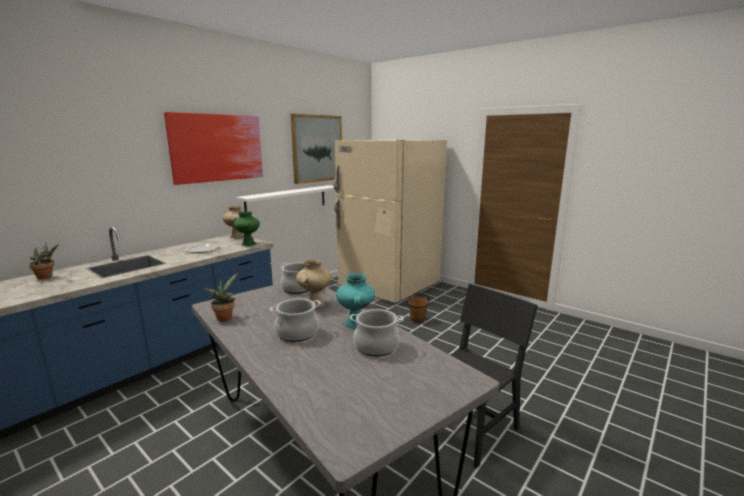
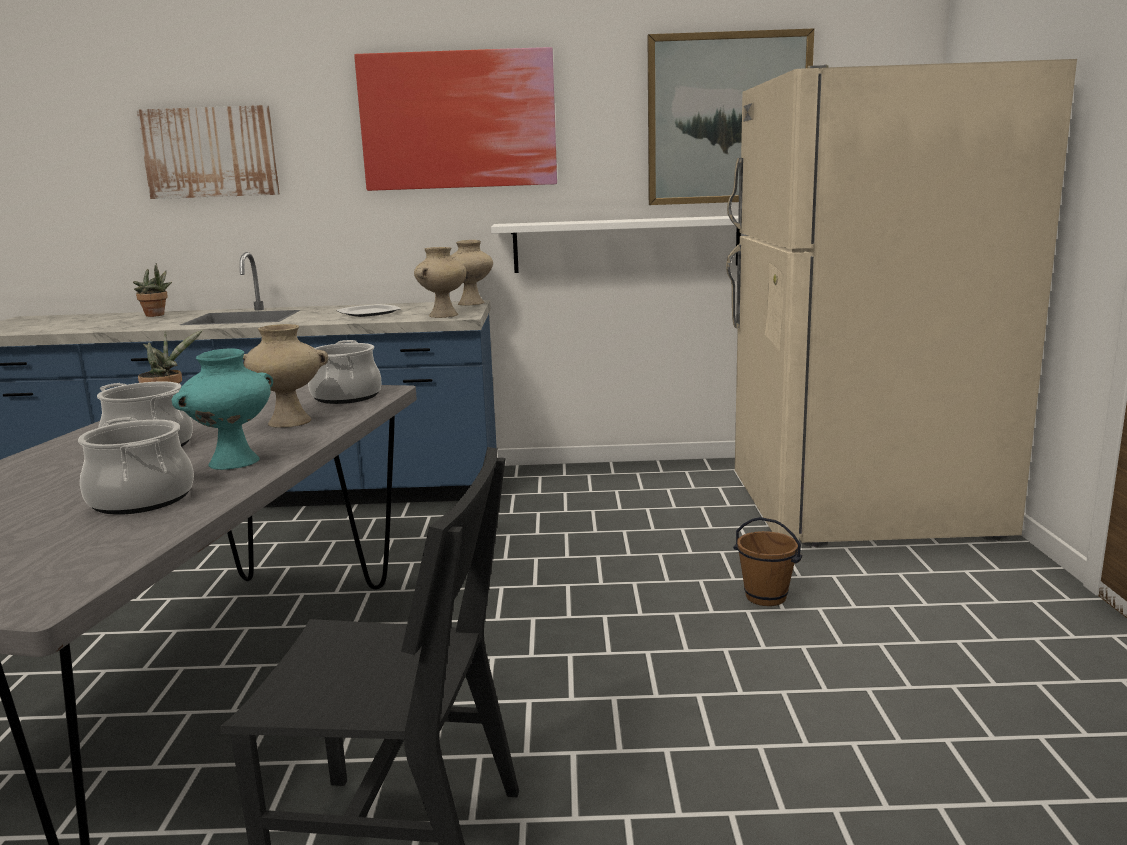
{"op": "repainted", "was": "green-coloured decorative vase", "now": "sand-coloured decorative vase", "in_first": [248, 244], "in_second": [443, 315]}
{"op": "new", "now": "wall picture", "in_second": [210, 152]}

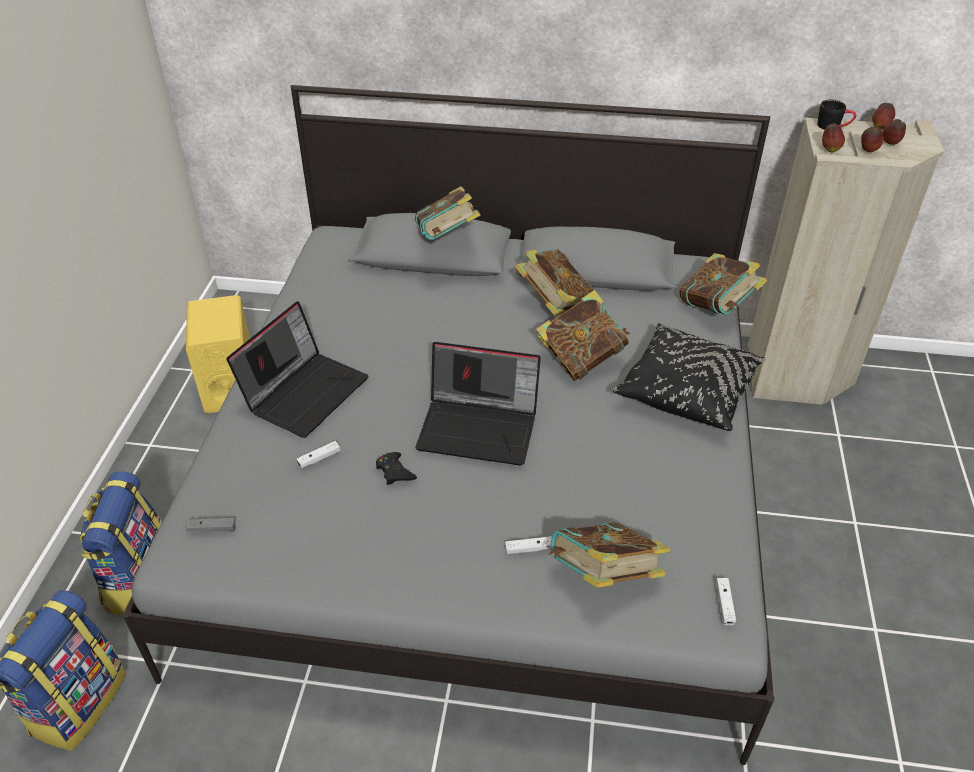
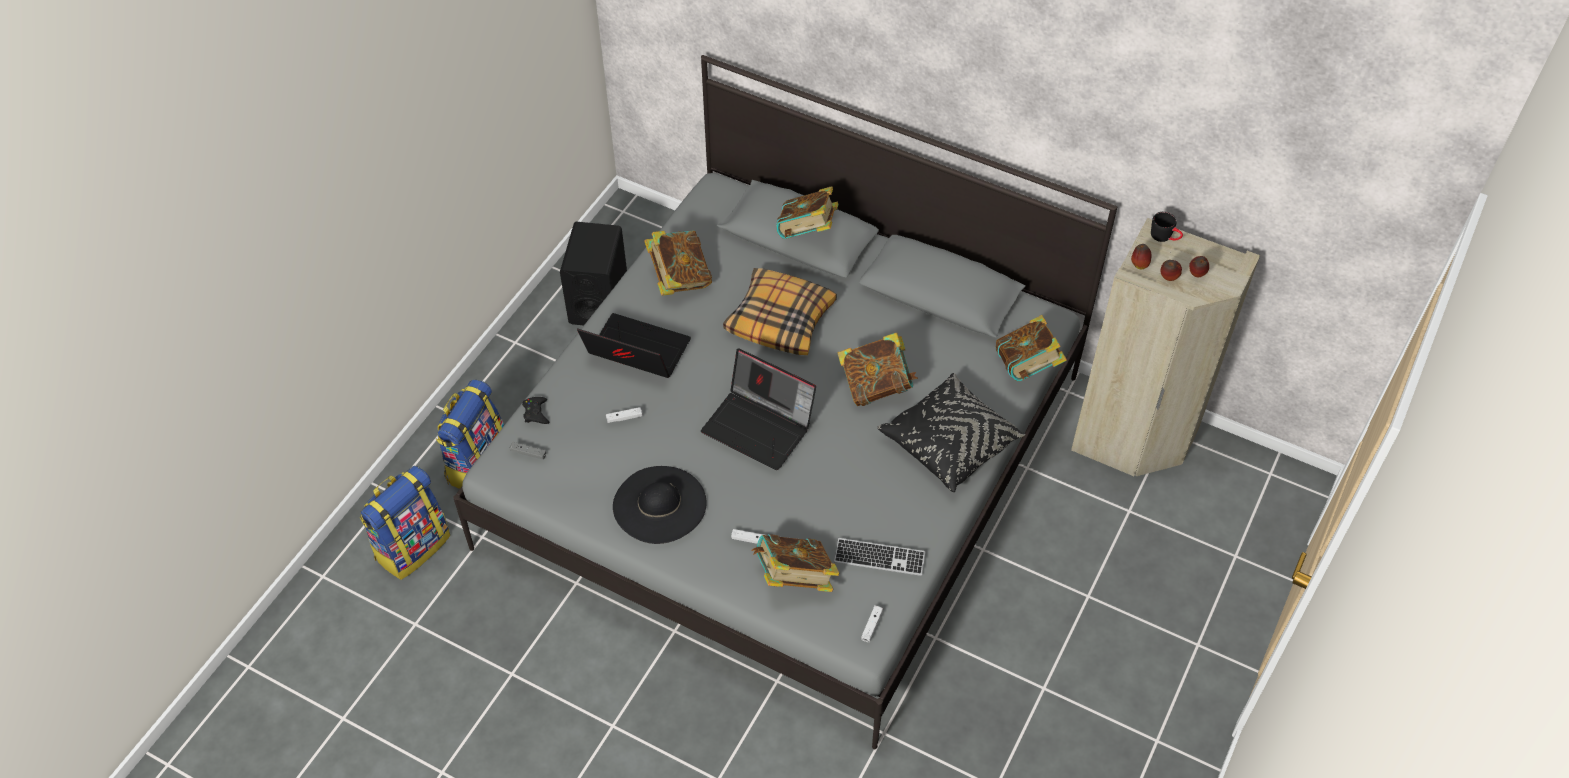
{"op": "repainted", "was": "yellow-coloured audio speaker", "now": "black audio speaker", "in_first": [230, 386], "in_second": [598, 301]}
{"op": "rotated", "was": "laptop", "in_first": [305, 392], "in_second": [635, 353], "clockwise": -120}
{"op": "shifted", "was": "black joypad", "in_first": [395, 472], "in_second": [536, 413]}
{"op": "shifted", "was": "volume", "in_first": [554, 303], "in_second": [679, 278]}
{"op": "gone", "was": "apple", "in_first": [880, 128]}
{"op": "new", "now": "black wearable hat", "in_second": [659, 504]}
{"op": "new", "now": "throw pillow", "in_second": [780, 319]}
{"op": "new", "now": "computer keyboard", "in_second": [879, 558]}

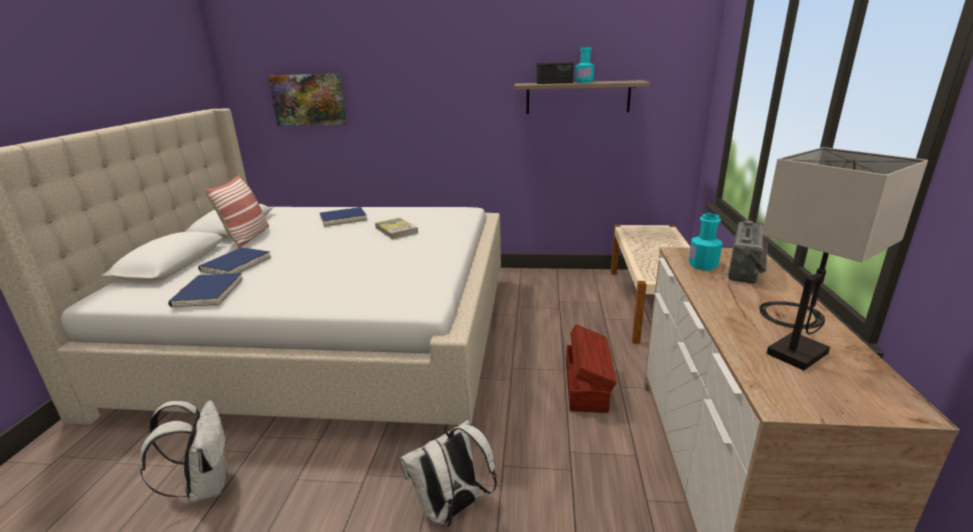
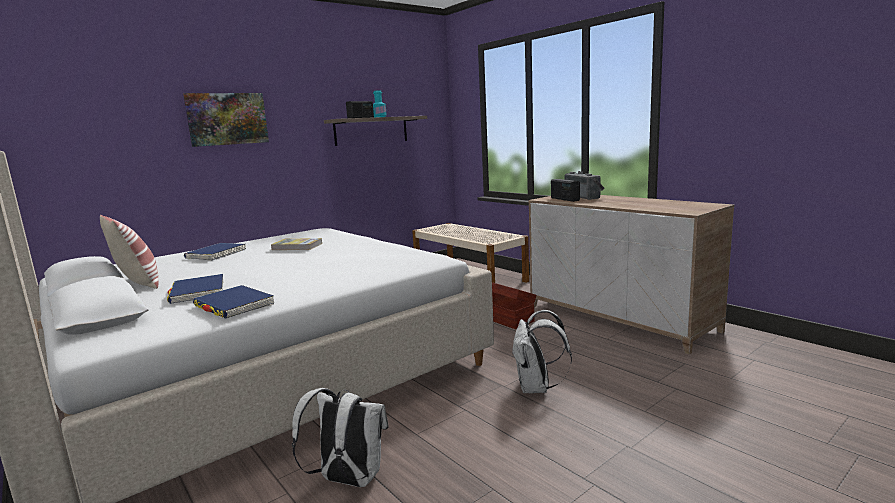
{"op": "shifted", "was": "wall picture", "in_first": [308, 100], "in_second": [227, 119]}
{"op": "swapped", "was": "turquoise-coloured bottle", "now": "radio receiver", "in_first": [703, 265], "in_second": [564, 199]}
{"op": "gone", "was": "lamp for a table", "in_first": [797, 336]}

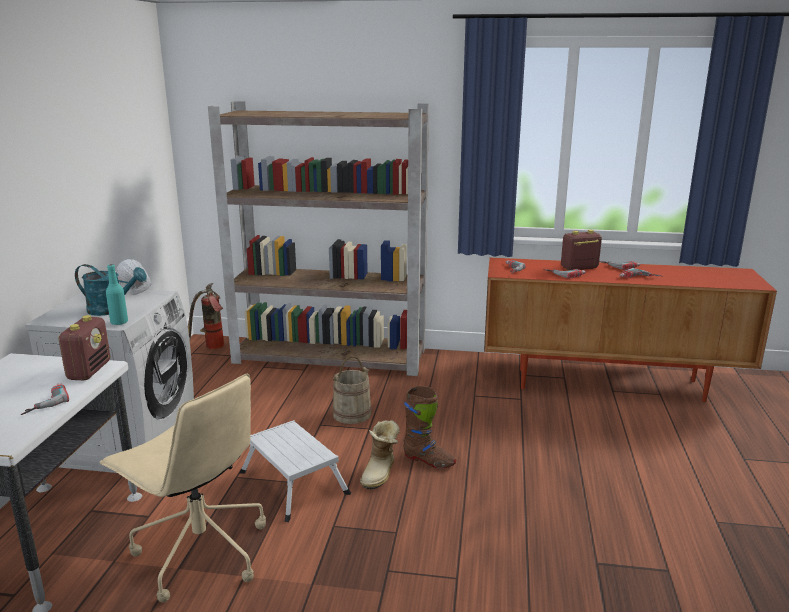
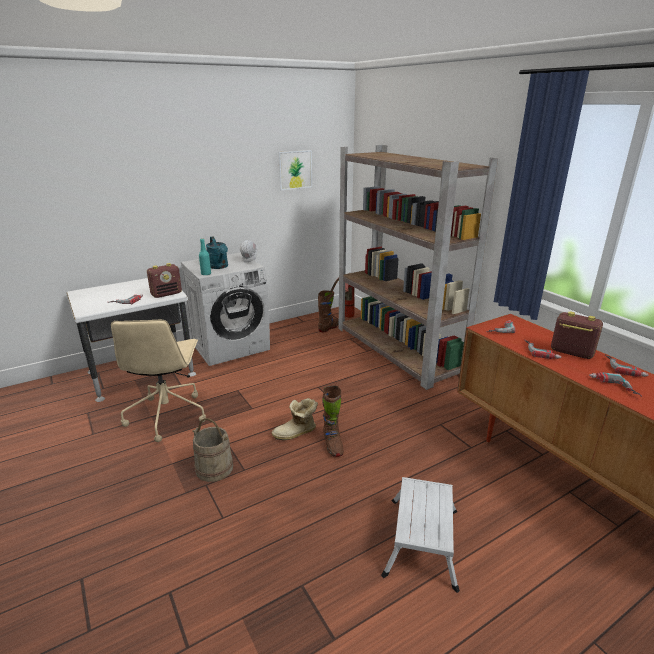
{"op": "shifted", "was": "whitish step stool", "in_first": [294, 483], "in_second": [421, 542]}
{"op": "shifted", "was": "sand-coloured pail", "in_first": [352, 413], "in_second": [214, 468]}
{"op": "new", "now": "wall picture", "in_second": [295, 170]}
{"op": "new", "now": "brownish boot", "in_second": [329, 328]}

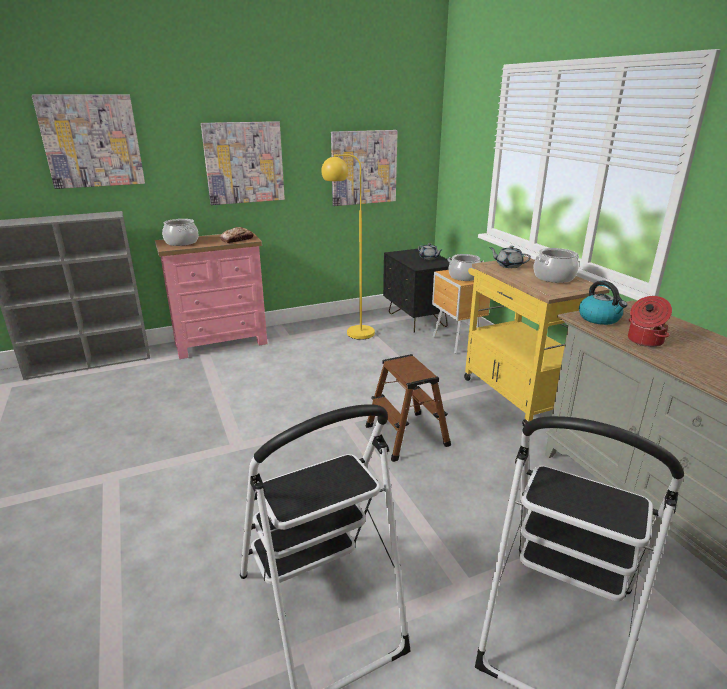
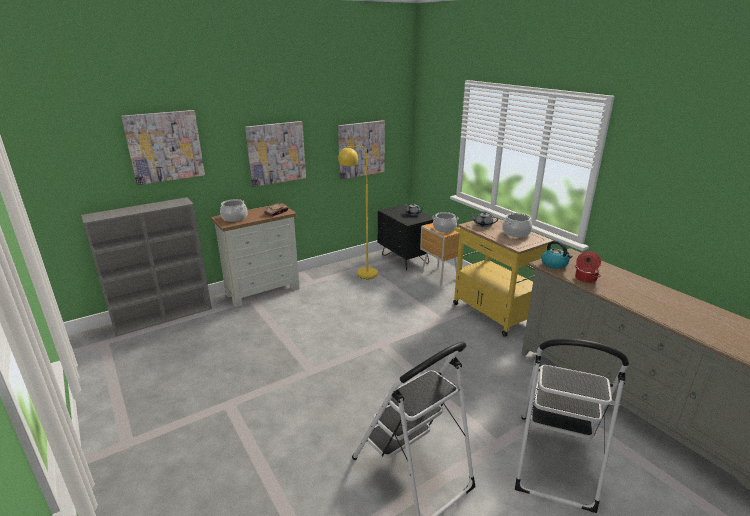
{"op": "repainted", "was": "pink-coloured chest of drawers", "now": "whitish chest of drawers", "in_first": [221, 344], "in_second": [263, 291]}
{"op": "gone", "was": "brownish step stool", "in_first": [407, 435]}

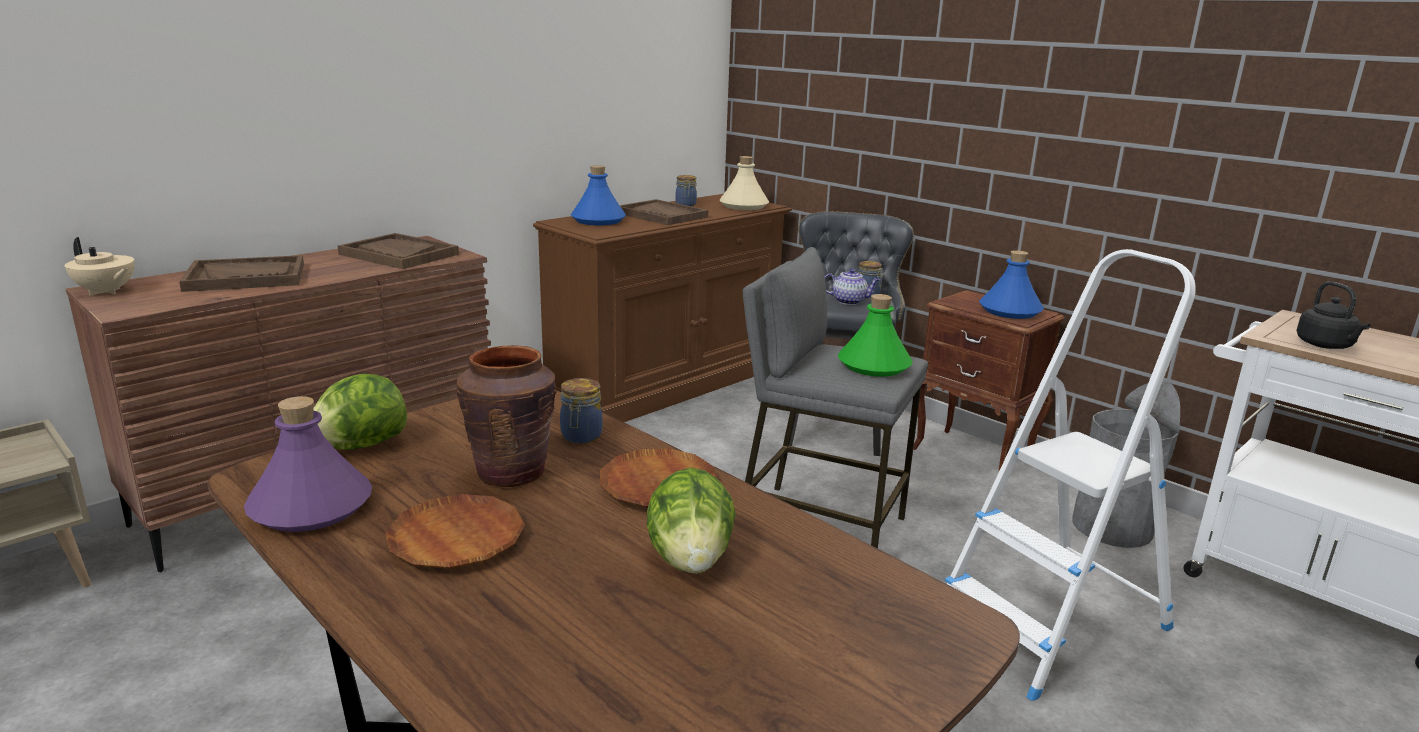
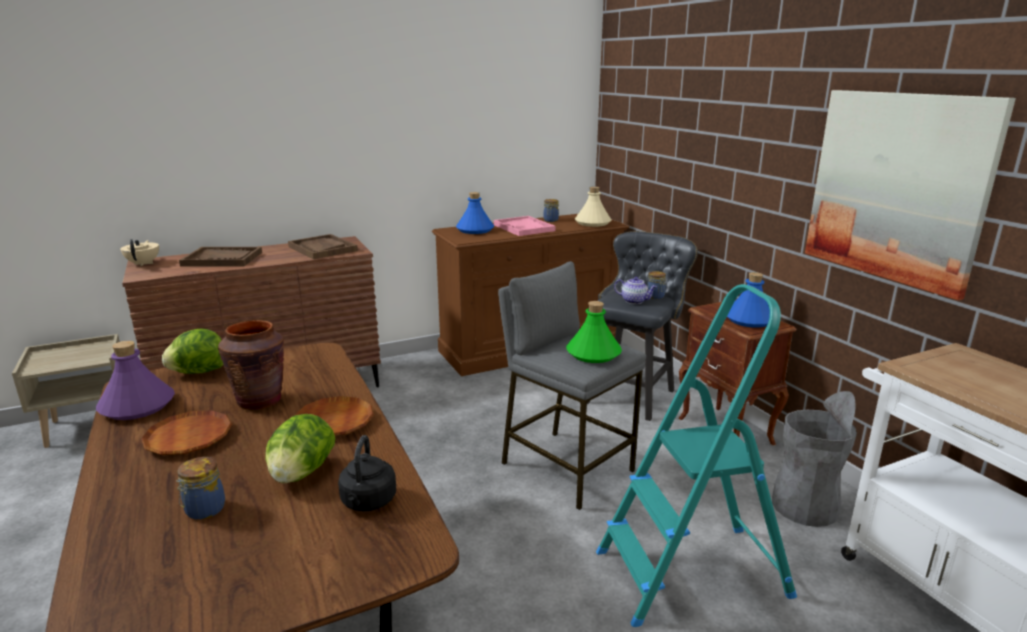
{"op": "rotated", "was": "sand-coloured teapot", "in_first": [106, 292], "in_second": [144, 263], "clockwise": -150}
{"op": "shifted", "was": "jar", "in_first": [580, 437], "in_second": [204, 510]}
{"op": "repainted", "was": "brownish tray", "now": "pink-coloured tray", "in_first": [662, 215], "in_second": [524, 228]}
{"op": "repainted", "was": "whitish step stool", "now": "turquoise-coloured step stool", "in_first": [1049, 625], "in_second": [689, 573]}
{"op": "shifted", "was": "black kettle", "in_first": [1326, 346], "in_second": [368, 502]}
{"op": "new", "now": "wall picture", "in_second": [897, 187]}

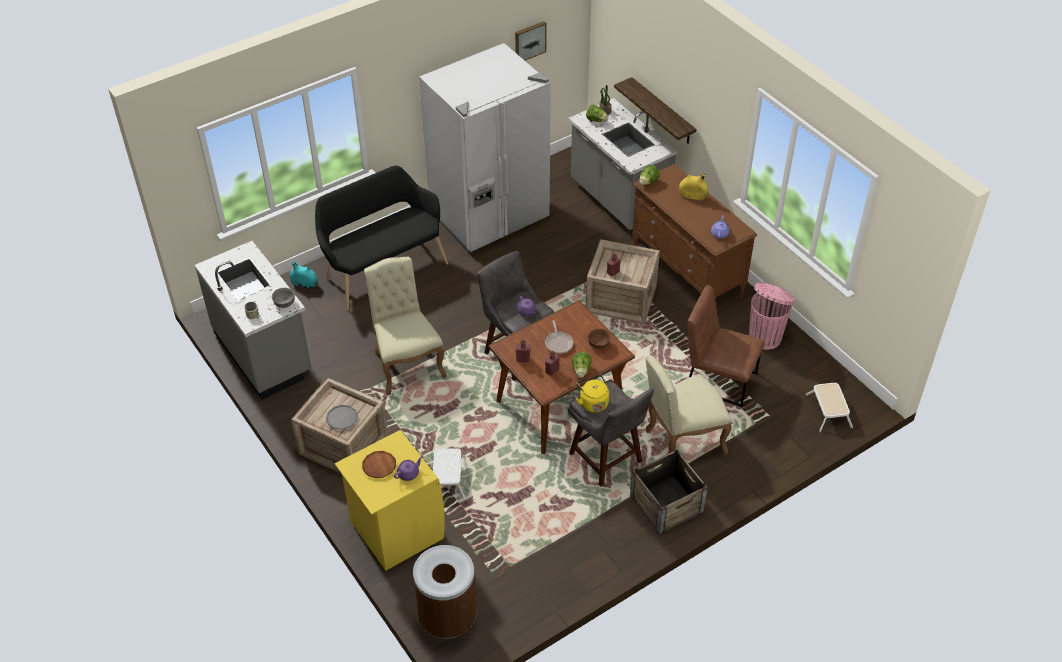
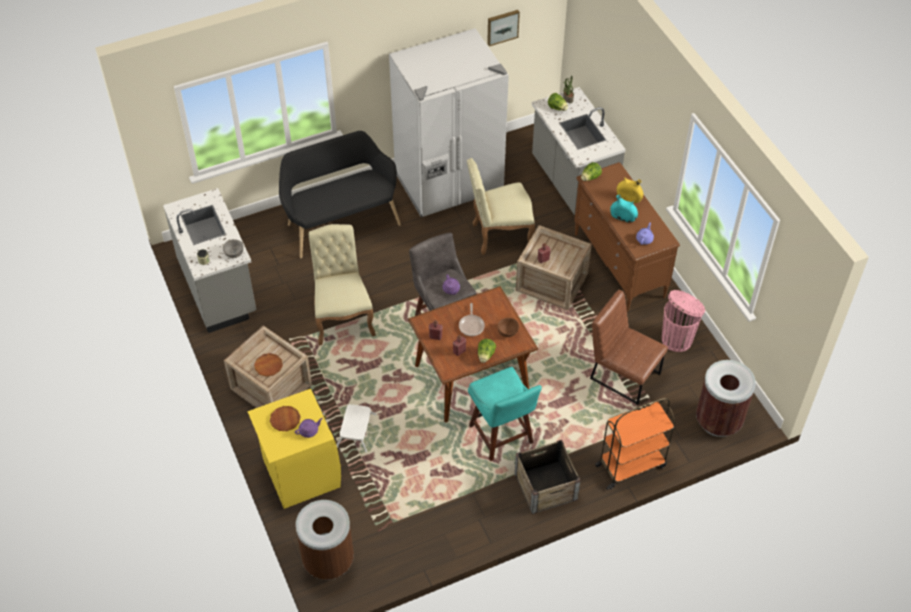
{"op": "shifted", "was": "turquoise-coloured decorative vase", "in_first": [304, 284], "in_second": [623, 217]}
{"op": "repainted", "was": "gray dinner plate", "now": "brownish dinner plate", "in_first": [342, 419], "in_second": [268, 366]}
{"op": "repainted", "was": "gray stool seat", "now": "turquoise-coloured stool seat", "in_first": [607, 459], "in_second": [502, 436]}
{"op": "gone", "was": "yellow-coloured kettle", "in_first": [592, 402]}
{"op": "gone", "was": "shelf", "in_first": [662, 112]}
{"op": "shifted", "was": "sand-coloured chair", "in_first": [682, 440], "in_second": [500, 235]}
{"op": "swapped", "was": "sand-coloured step stool", "now": "brownish trash can", "in_first": [829, 411], "in_second": [718, 420]}
{"op": "new", "now": "orangey wheeled cart", "in_second": [631, 466]}

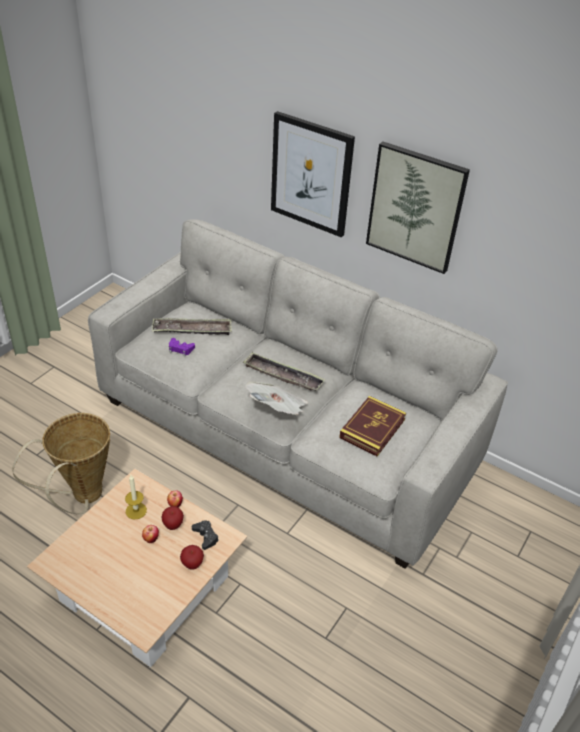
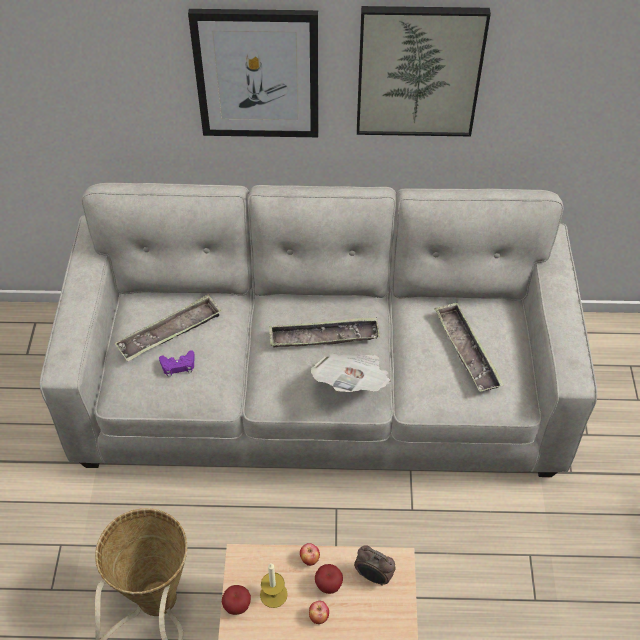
{"op": "shifted", "was": "apple", "in_first": [192, 564], "in_second": [237, 606]}
{"op": "swapped", "was": "black joypad", "now": "alarm clock", "in_first": [205, 536], "in_second": [373, 576]}
{"op": "swapped", "was": "volume", "now": "tray", "in_first": [372, 428], "in_second": [466, 350]}

